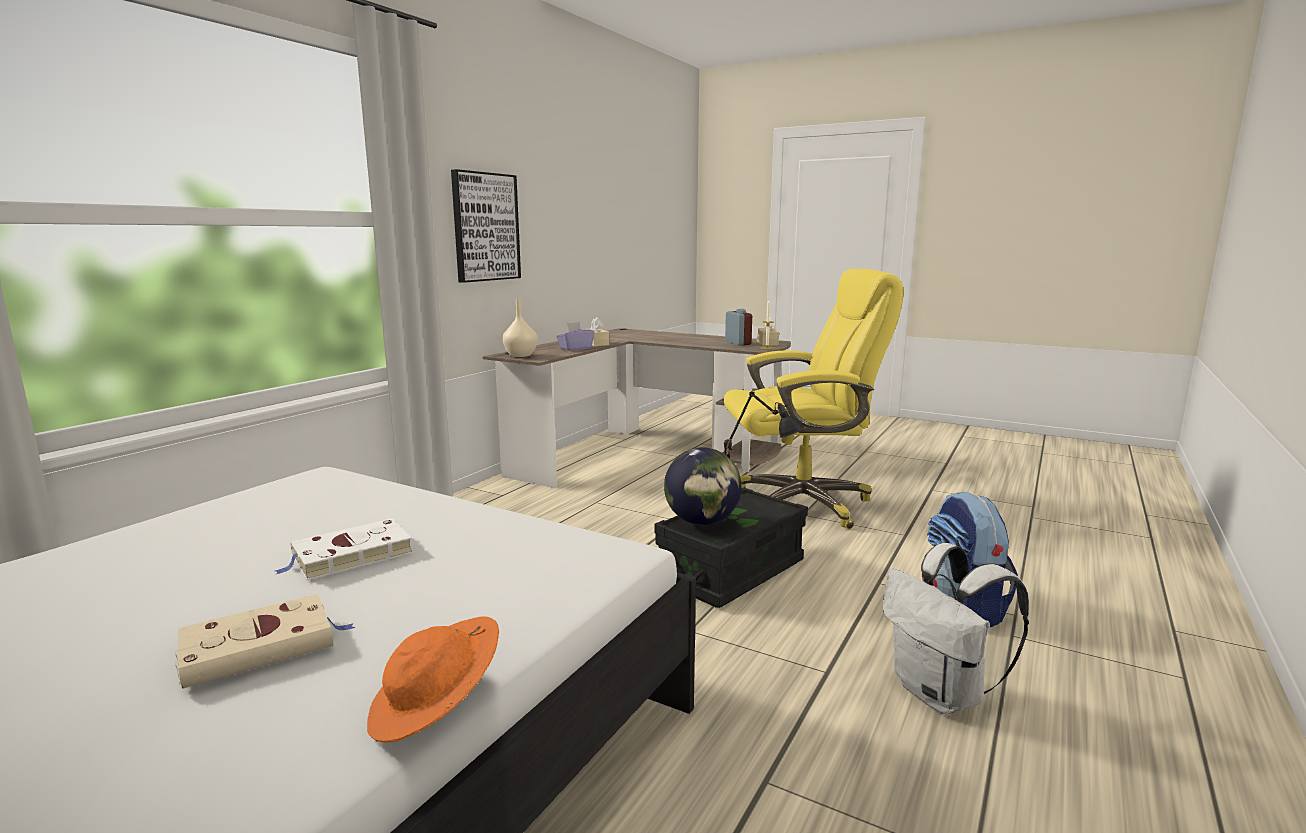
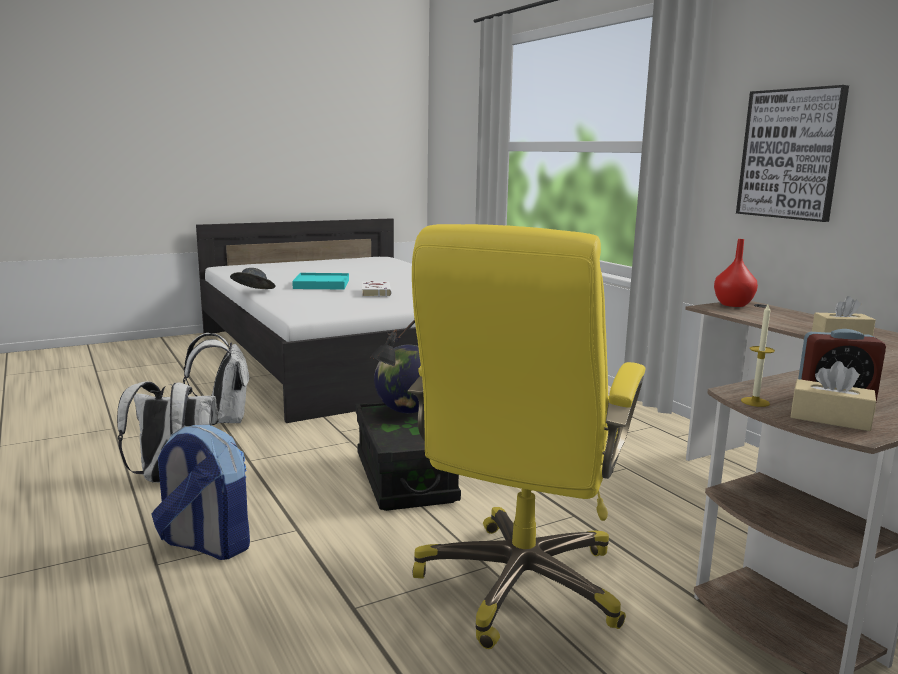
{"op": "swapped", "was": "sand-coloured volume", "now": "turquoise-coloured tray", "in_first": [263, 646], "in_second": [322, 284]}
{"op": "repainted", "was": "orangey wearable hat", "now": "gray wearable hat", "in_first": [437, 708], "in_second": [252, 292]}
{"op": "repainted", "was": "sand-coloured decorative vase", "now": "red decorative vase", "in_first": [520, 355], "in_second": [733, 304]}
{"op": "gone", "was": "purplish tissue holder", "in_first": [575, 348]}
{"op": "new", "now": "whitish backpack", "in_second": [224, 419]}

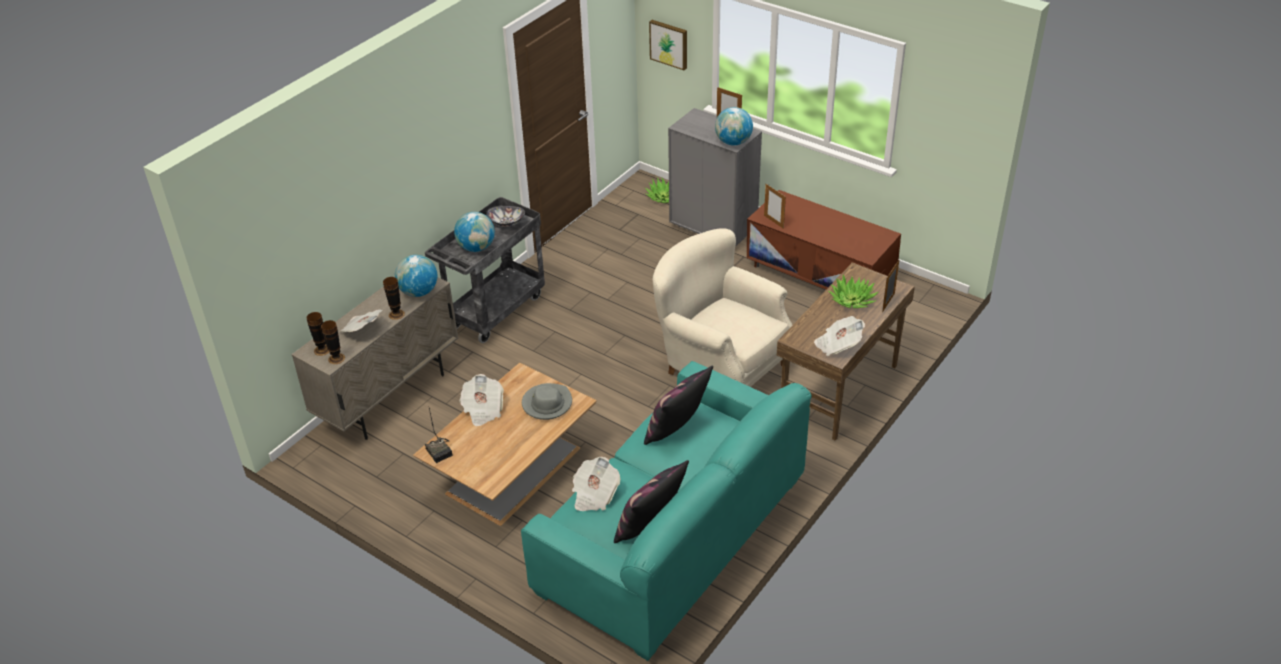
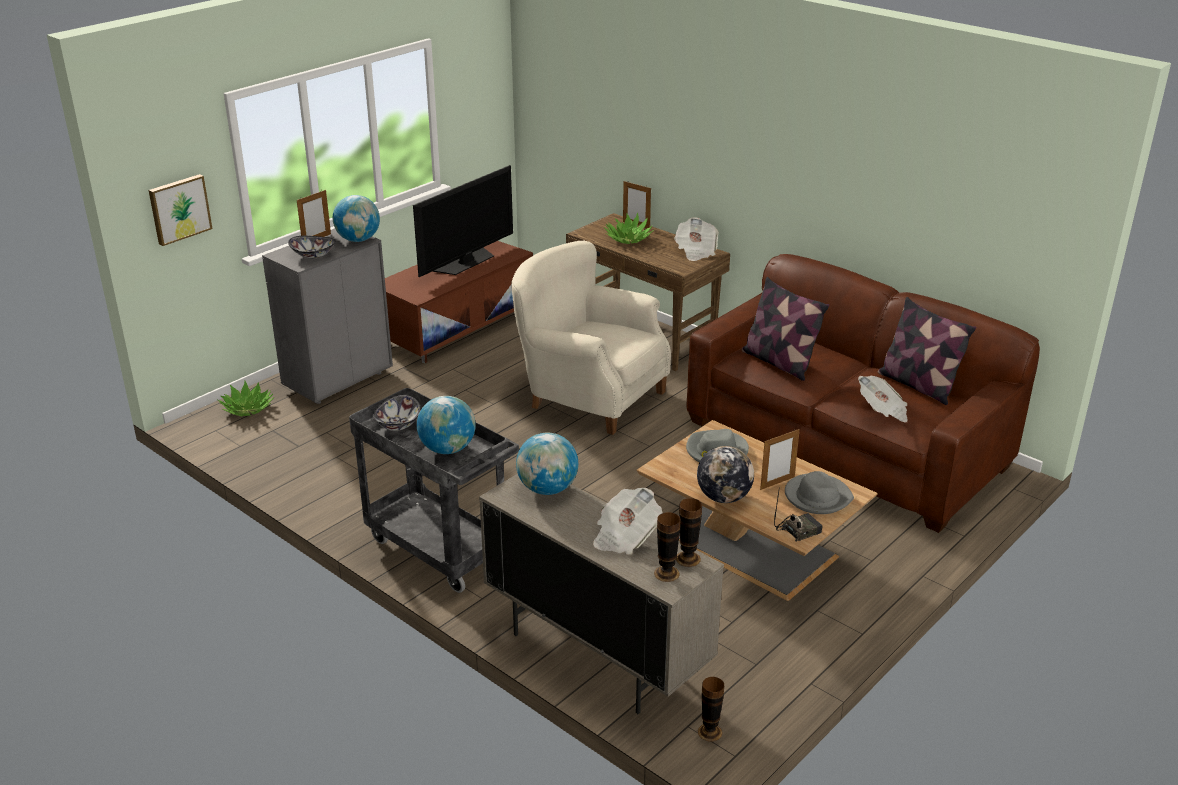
{"op": "shifted", "was": "decorative vase", "in_first": [396, 314], "in_second": [710, 732]}
{"op": "swapped", "was": "daily paper", "now": "desk globe", "in_first": [483, 409], "in_second": [723, 497]}
{"op": "repainted", "was": "turquoise-coloured settee", "now": "brownish settee", "in_first": [671, 535], "in_second": [844, 445]}
{"op": "rotated", "was": "sand-coloured armchair", "in_first": [721, 365], "in_second": [590, 397], "clockwise": 75}
{"op": "shifted", "was": "picture frame", "in_first": [773, 222], "in_second": [777, 483]}
{"op": "new", "now": "deep dish", "in_second": [313, 255]}
{"op": "new", "now": "television", "in_second": [466, 262]}
{"op": "new", "now": "gray wearable hat", "in_second": [817, 497]}

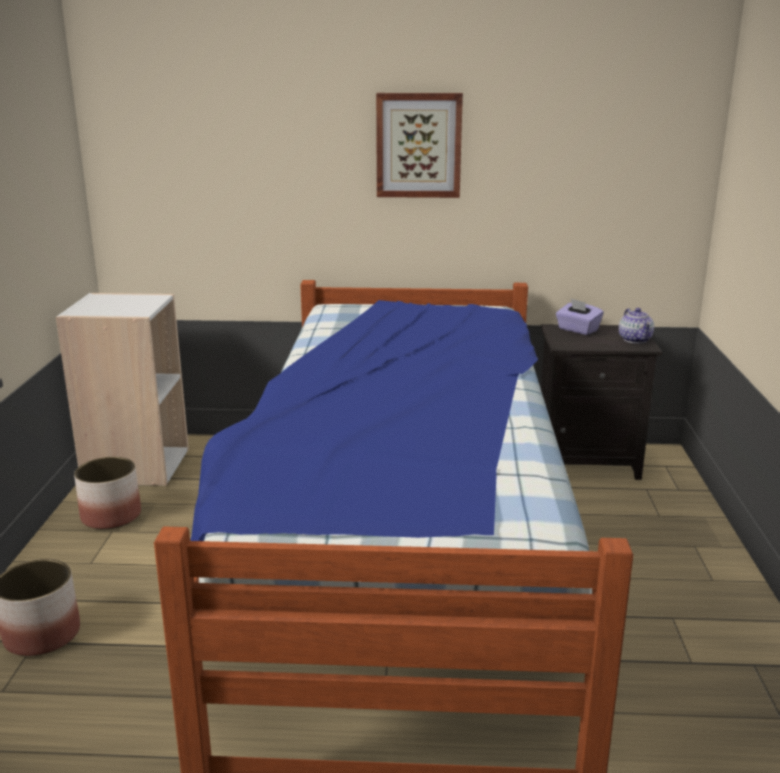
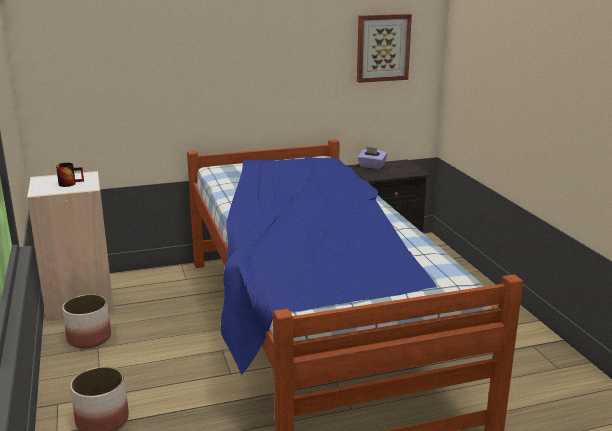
{"op": "shifted", "was": "wall picture", "in_first": [418, 145], "in_second": [382, 47]}
{"op": "gone", "was": "teapot", "in_first": [635, 339]}
{"op": "new", "now": "tea mug", "in_second": [70, 183]}

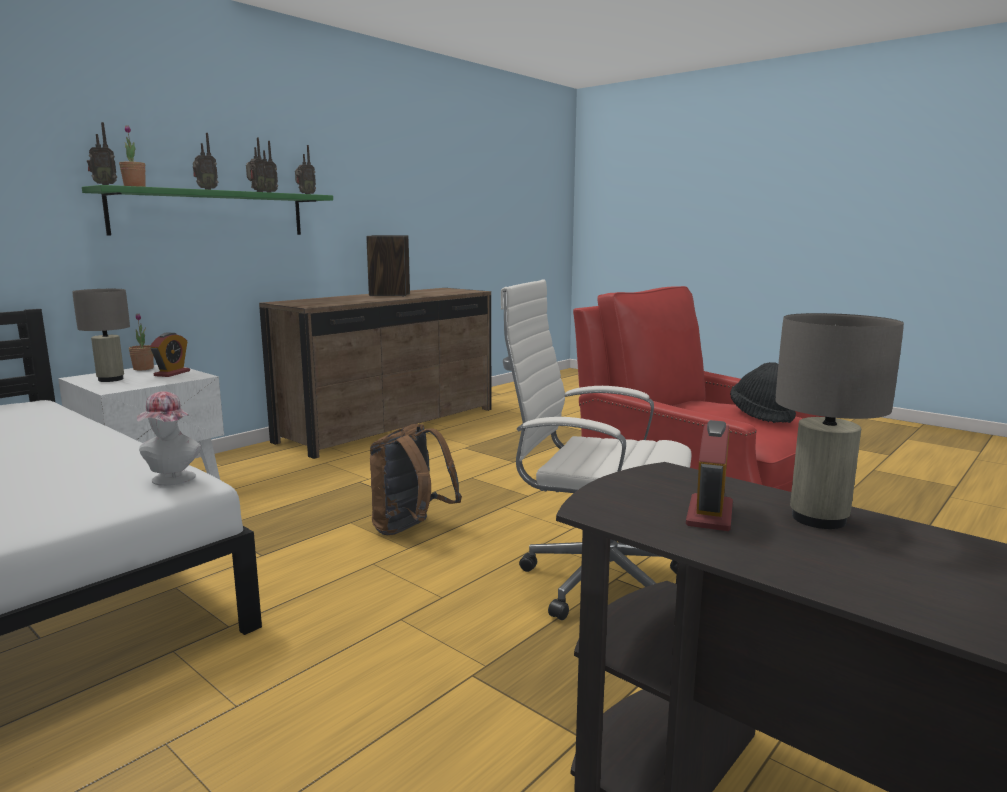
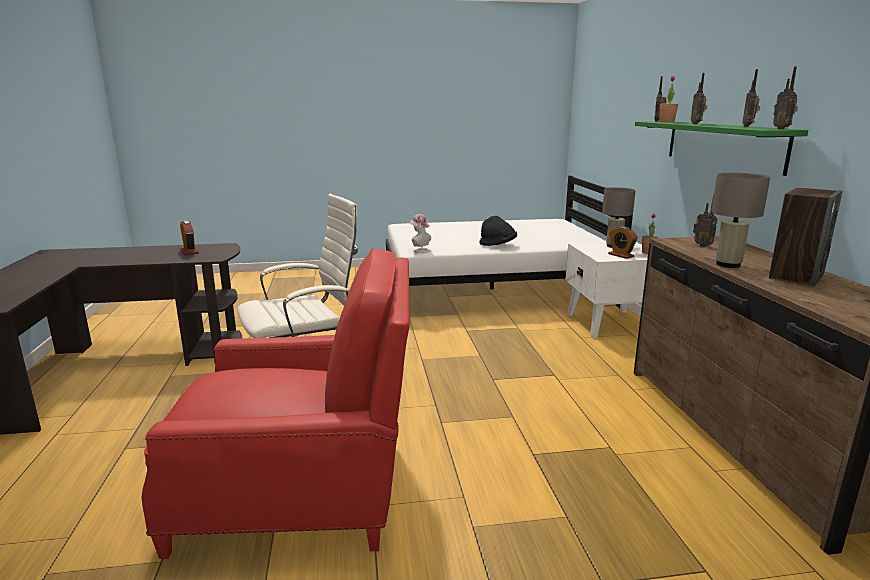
{"op": "shifted", "was": "radio receiver", "in_first": [256, 192], "in_second": [703, 245]}
{"op": "gone", "was": "brownish backpack", "in_first": [410, 529]}
{"op": "shifted", "was": "black wearable hat", "in_first": [762, 415], "in_second": [498, 245]}
{"op": "shifted", "was": "gray lamp for a table", "in_first": [818, 519], "in_second": [727, 264]}

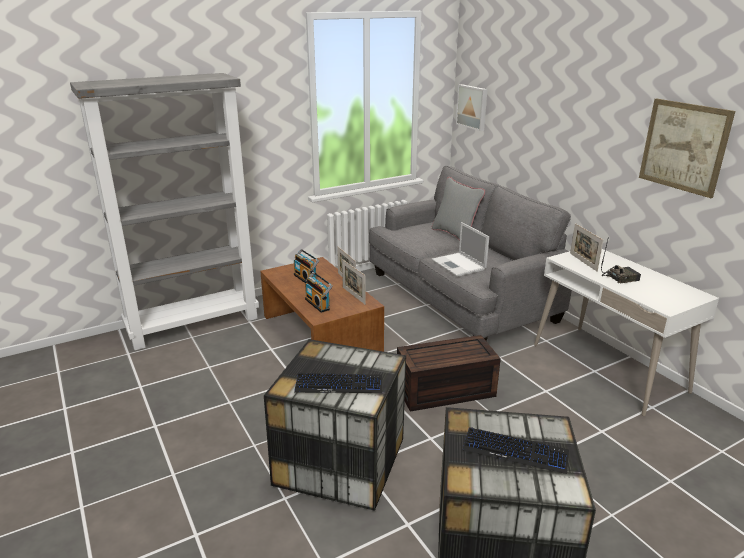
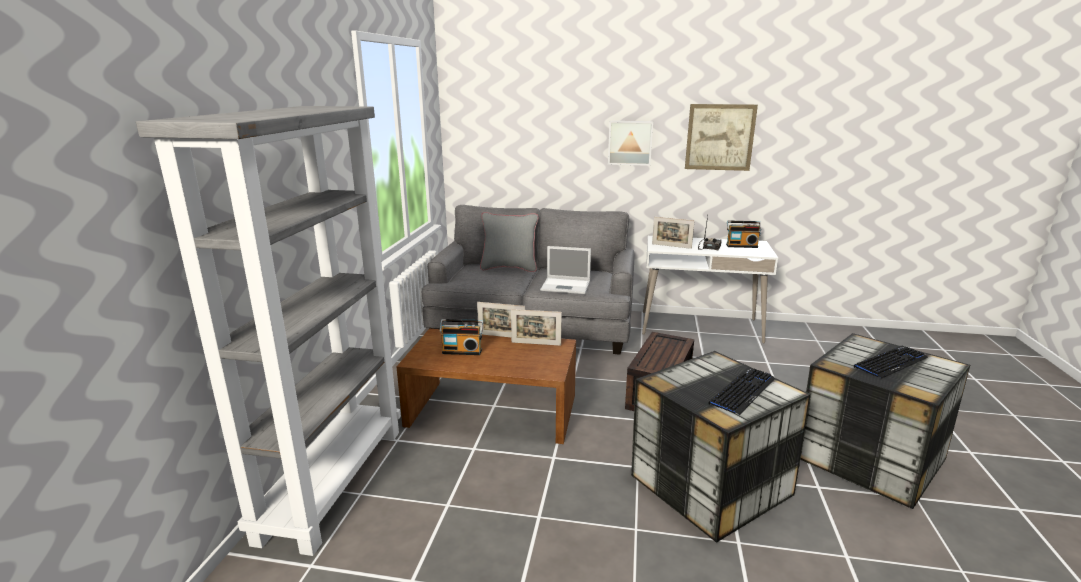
{"op": "shifted", "was": "radio receiver", "in_first": [318, 304], "in_second": [741, 246]}
{"op": "shifted", "was": "wall picture", "in_first": [473, 107], "in_second": [630, 142]}

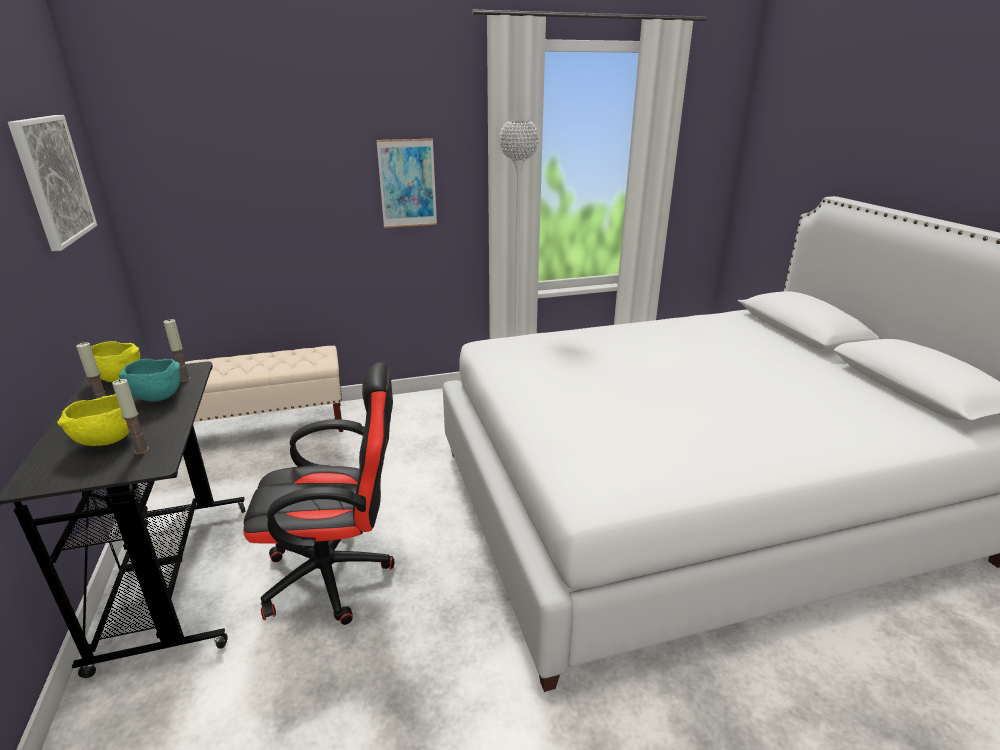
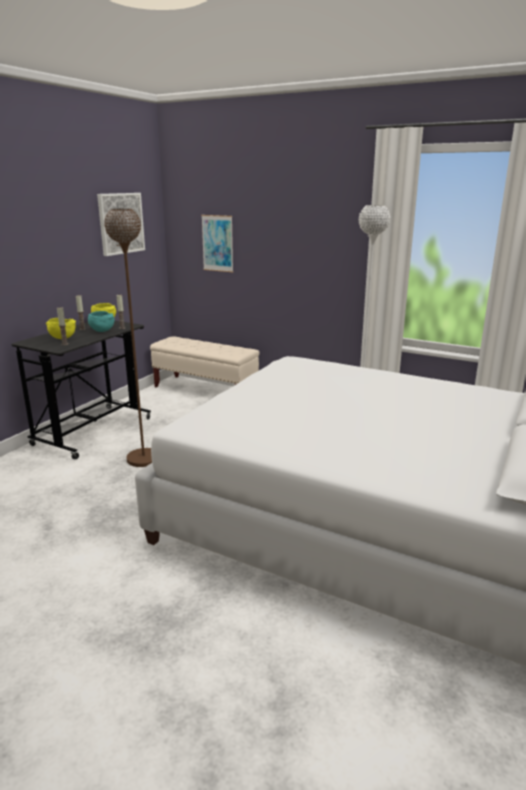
{"op": "swapped", "was": "black desk chair", "now": "brownish standing lamp", "in_first": [338, 576], "in_second": [143, 459]}
{"op": "shifted", "was": "wall picture", "in_first": [407, 183], "in_second": [217, 243]}

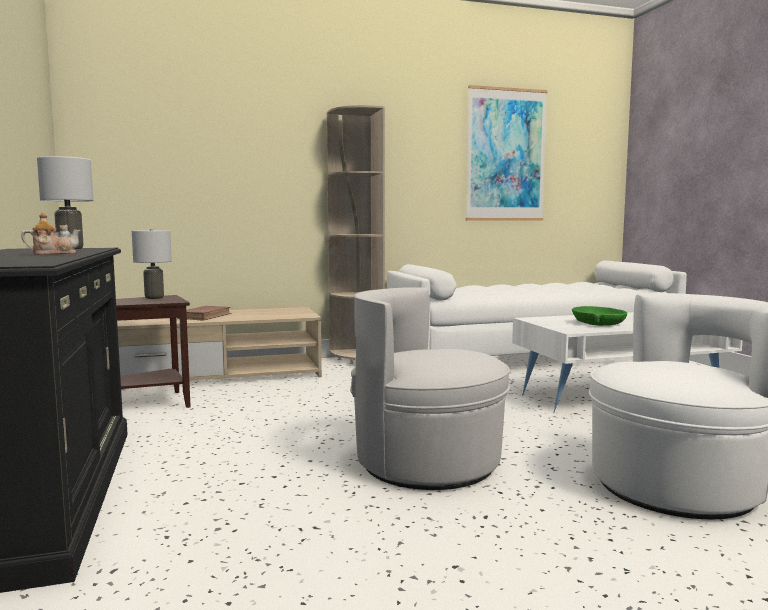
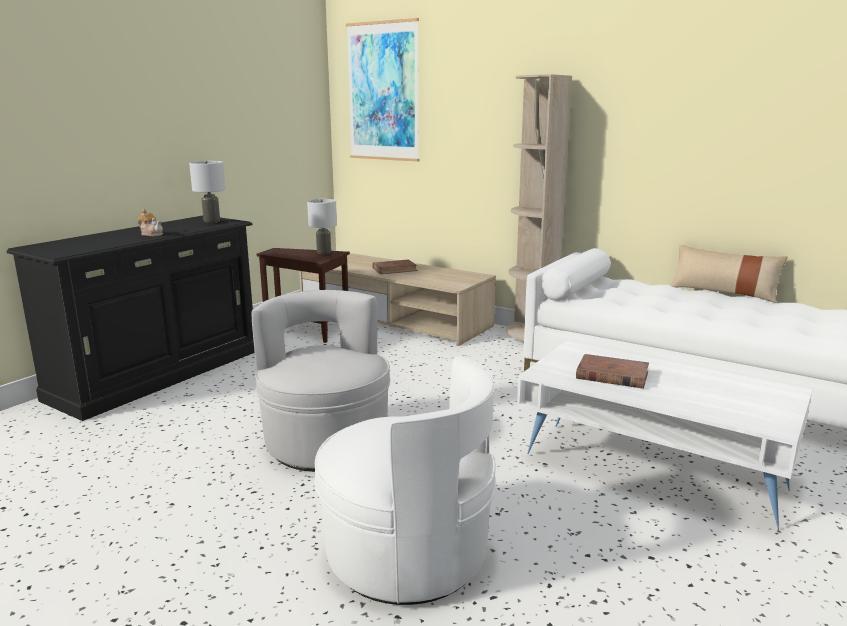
{"op": "shifted", "was": "wall picture", "in_first": [506, 155], "in_second": [383, 92]}
{"op": "swapped", "was": "green-coloured deep dish", "now": "brownish volume", "in_first": [598, 323], "in_second": [611, 375]}
{"op": "new", "now": "sand-coloured throw pillow", "in_second": [723, 292]}

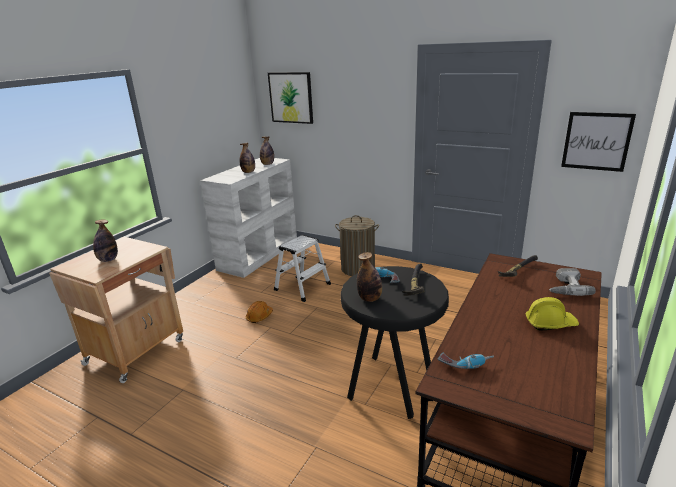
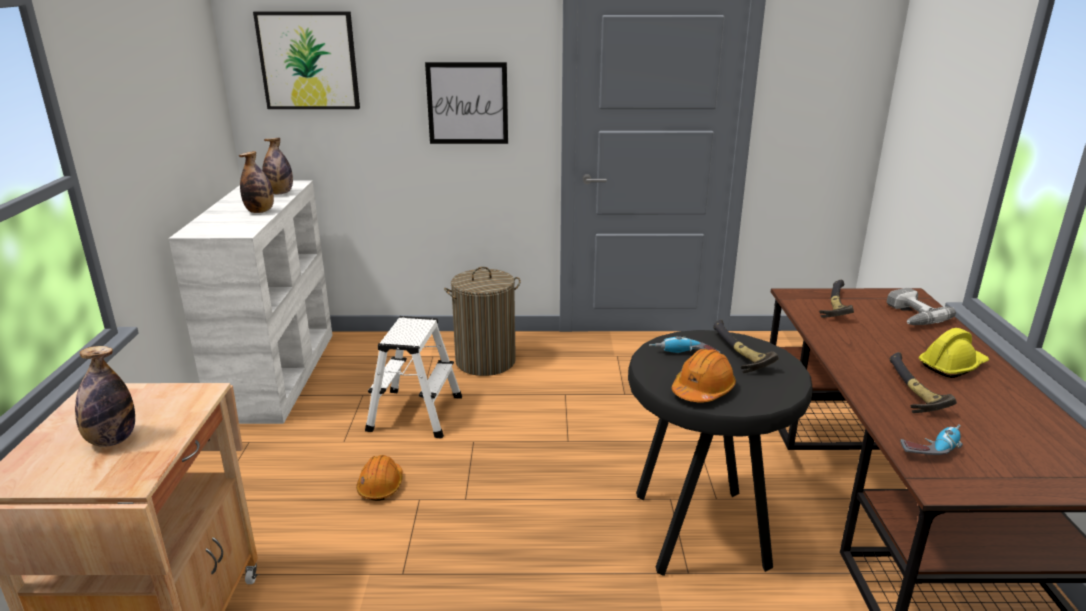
{"op": "swapped", "was": "bottle", "now": "orangey hard hat", "in_first": [370, 298], "in_second": [703, 390]}
{"op": "shifted", "was": "wall picture", "in_first": [596, 141], "in_second": [467, 103]}
{"op": "new", "now": "hammer", "in_second": [911, 392]}

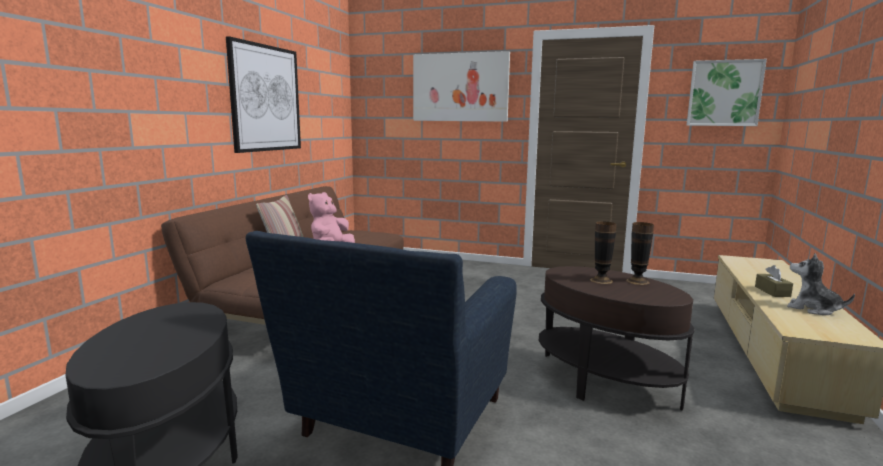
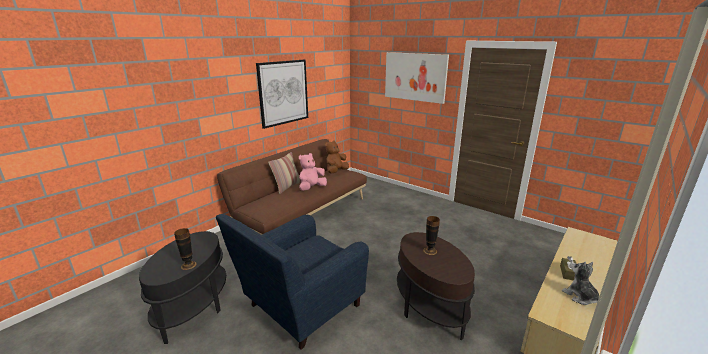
{"op": "shifted", "was": "decorative vase", "in_first": [637, 281], "in_second": [188, 265]}
{"op": "gone", "was": "wall picture", "in_first": [724, 93]}
{"op": "new", "now": "brownish plush toy", "in_second": [336, 171]}

